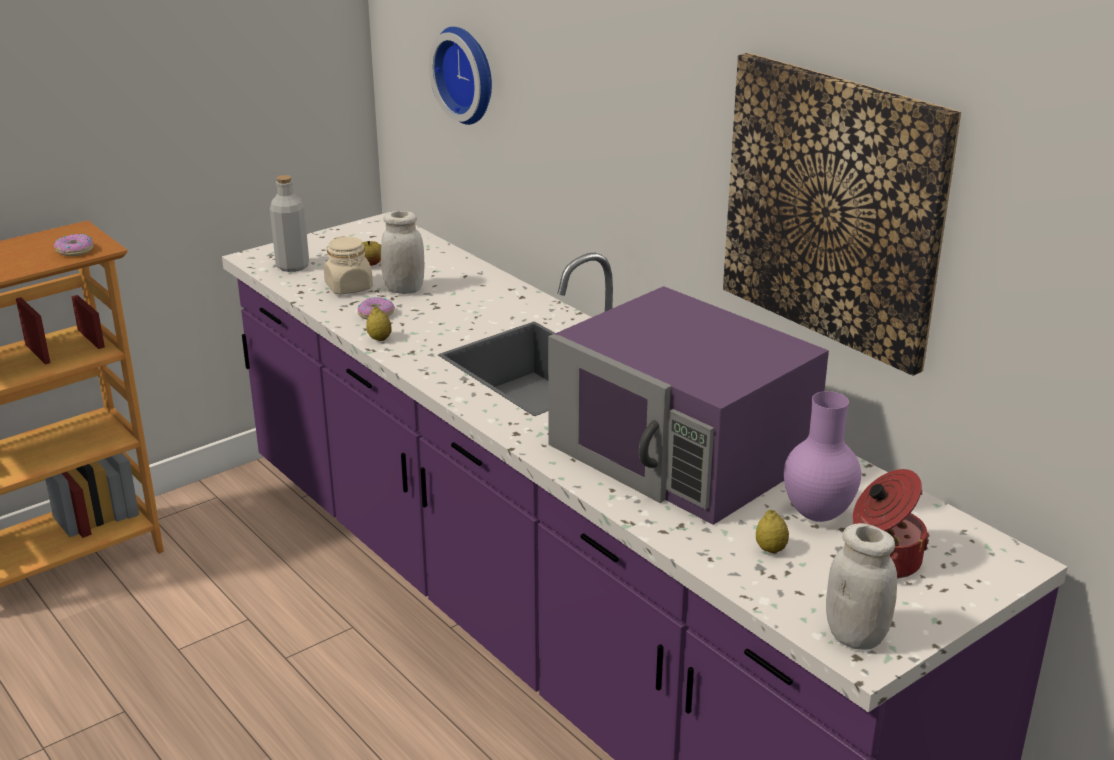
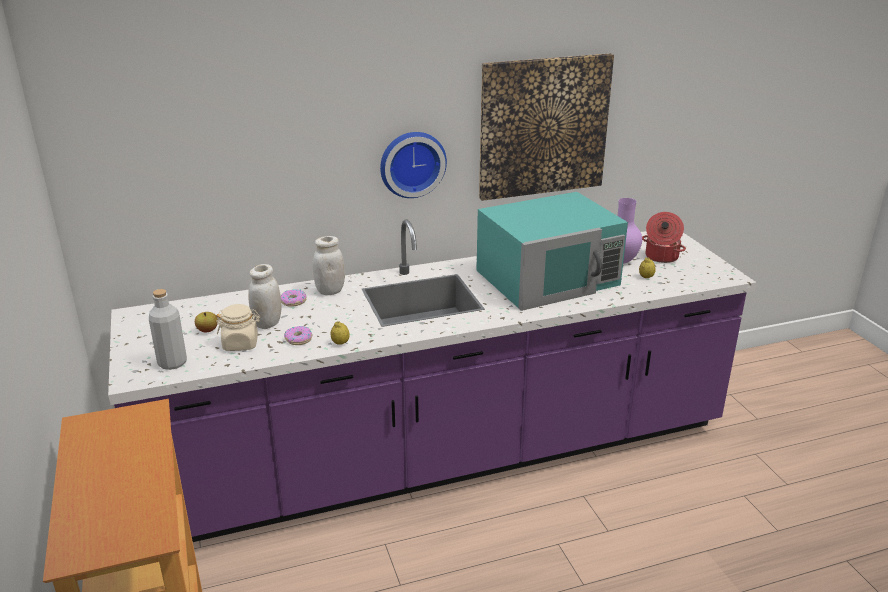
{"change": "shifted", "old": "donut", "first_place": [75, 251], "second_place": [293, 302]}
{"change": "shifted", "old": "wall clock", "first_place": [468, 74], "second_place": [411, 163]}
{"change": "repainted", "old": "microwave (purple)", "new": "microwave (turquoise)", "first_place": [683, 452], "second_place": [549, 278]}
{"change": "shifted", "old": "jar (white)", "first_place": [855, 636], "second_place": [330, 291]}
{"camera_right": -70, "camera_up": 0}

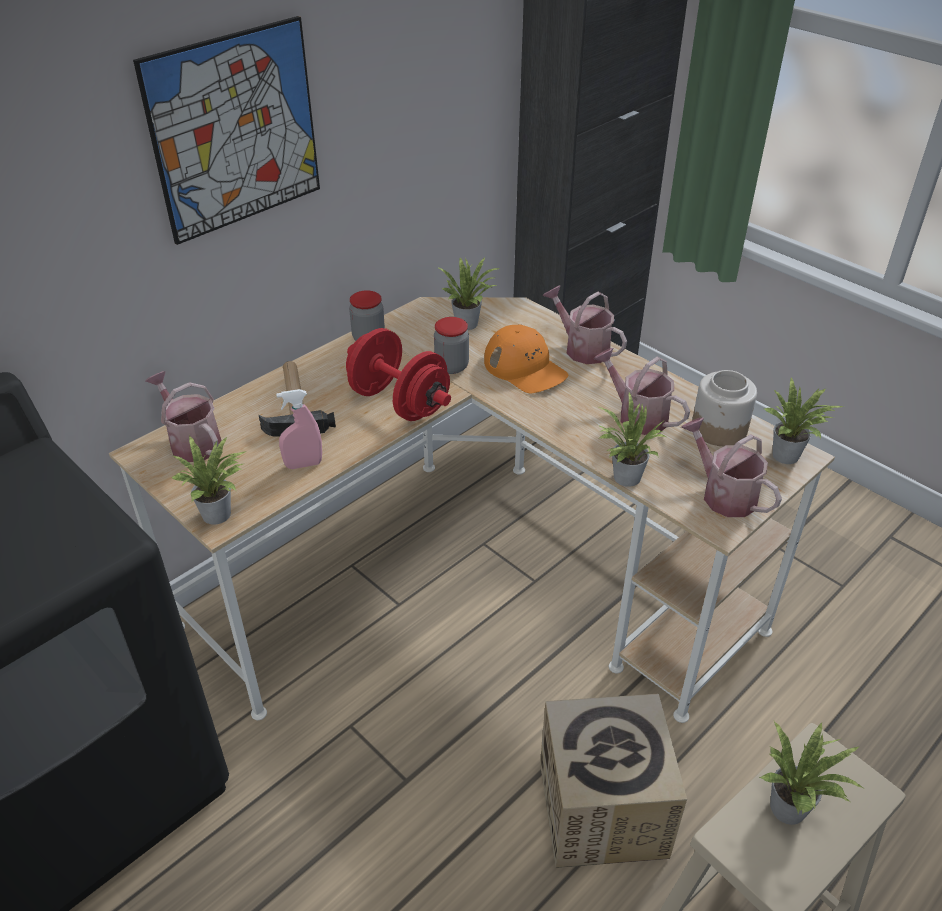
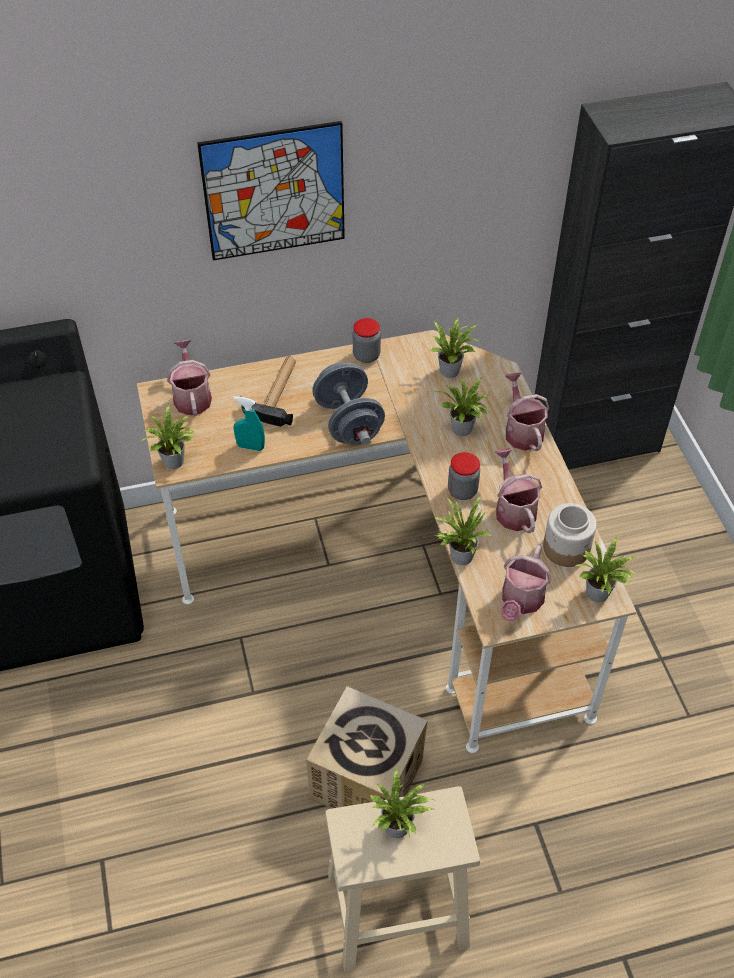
{"change": "repainted", "old": "spray bottle (pink)", "new": "spray bottle (turquoise)", "first_place": [303, 464], "second_place": [250, 447]}
{"change": "repainted", "old": "dumbbell (red)", "new": "dumbbell (grey)", "first_place": [399, 402], "second_place": [348, 422]}
{"change": "shifted", "old": "jar", "first_place": [451, 366], "second_place": [462, 491]}
{"change": "swapped", "old": "cap (orange)", "new": "potted plant", "first_place": [525, 368], "second_place": [462, 431]}
{"change": "rotated", "old": "watering can", "first_place": [723, 494], "second_place": [520, 601], "degrees": -150}
{"camera_right": 30, "camera_up": 10}

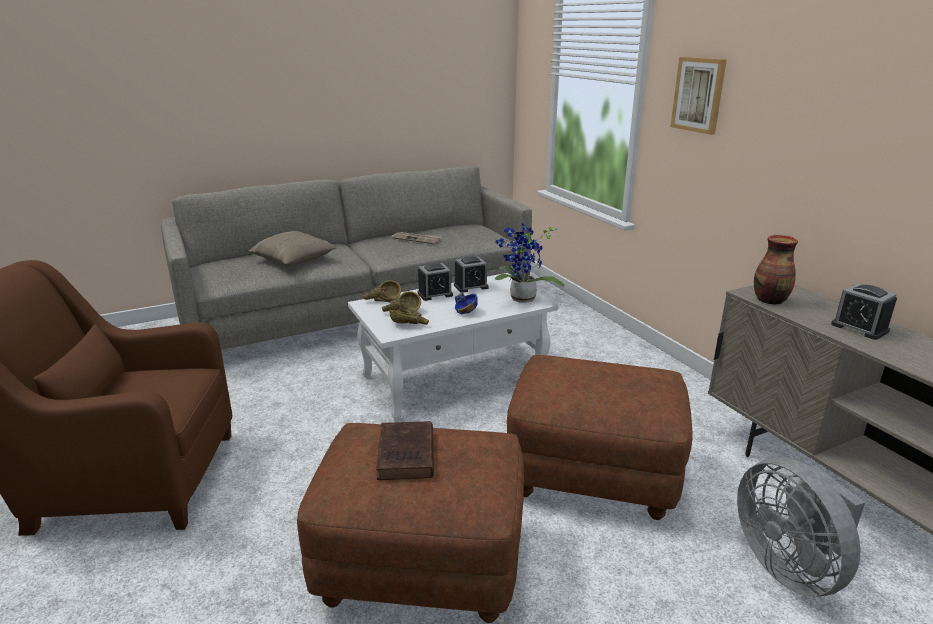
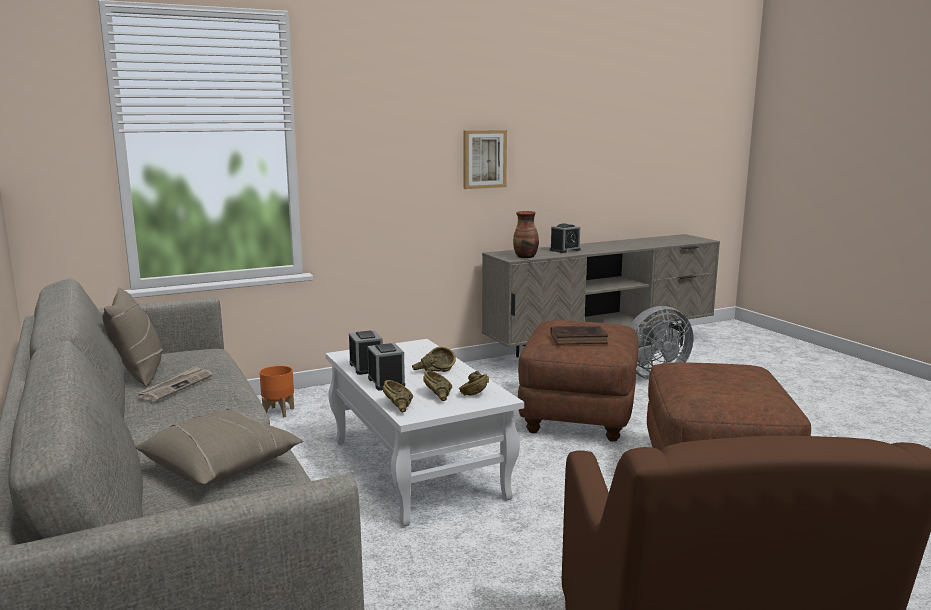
{"change": "shifted", "old": "book (brown)", "first_place": [406, 456], "second_place": [580, 339]}
{"change": "repainted", "old": "bowl (blue)", "new": "bowl (brown)", "first_place": [462, 309], "second_place": [434, 370]}
{"change": "gone", "old": "potted plant", "first_place": [521, 300]}
{"change": "shifted", "old": "picture", "first_place": [698, 95], "second_place": [484, 159]}
{"change": "new", "new": "pillow (beige)", "second_place": [139, 373]}
{"change": "new", "new": "planter (orange)", "second_place": [279, 412]}
{"camera_right": -90, "camera_up": -10}

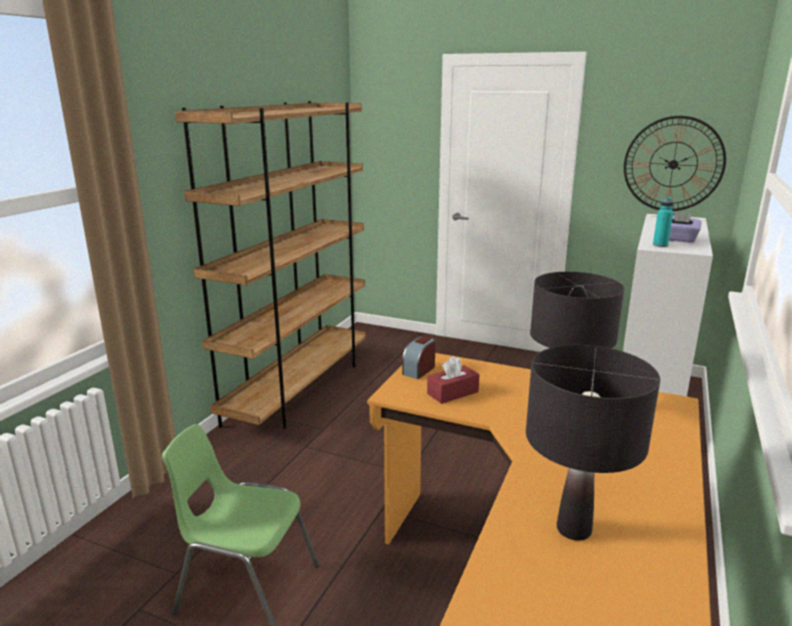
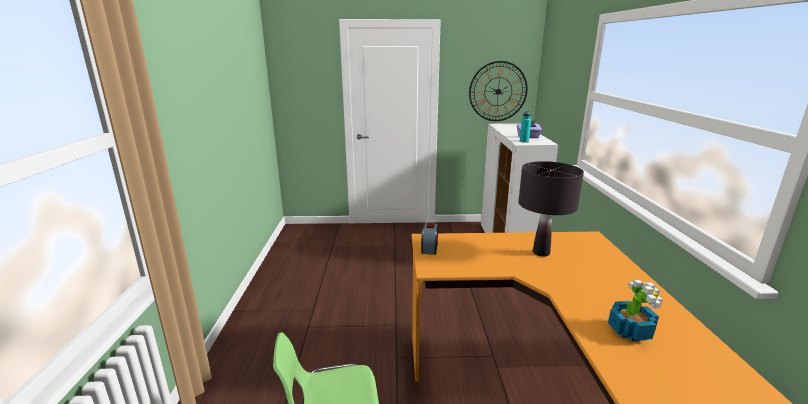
{"change": "gone", "old": "bookcase (brown)", "first_place": [299, 389]}
{"change": "gone", "old": "tissue box (red)", "first_place": [452, 393]}
{"change": "swapped", "old": "table lamp (black)", "new": "potted plant", "first_place": [574, 529], "second_place": [630, 331]}
{"camera_right": -25, "camera_up": 0}

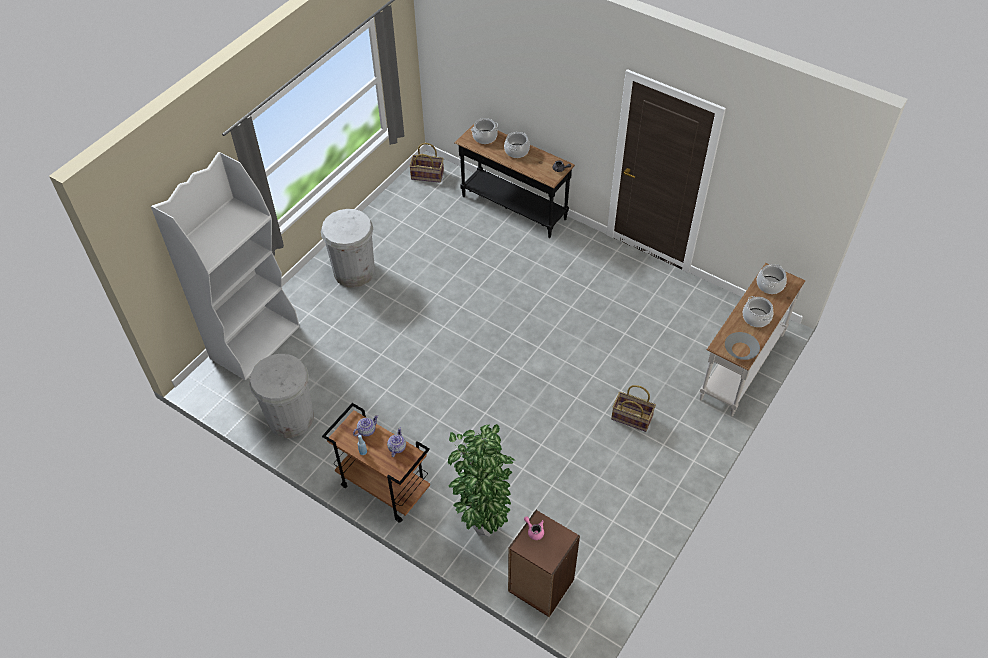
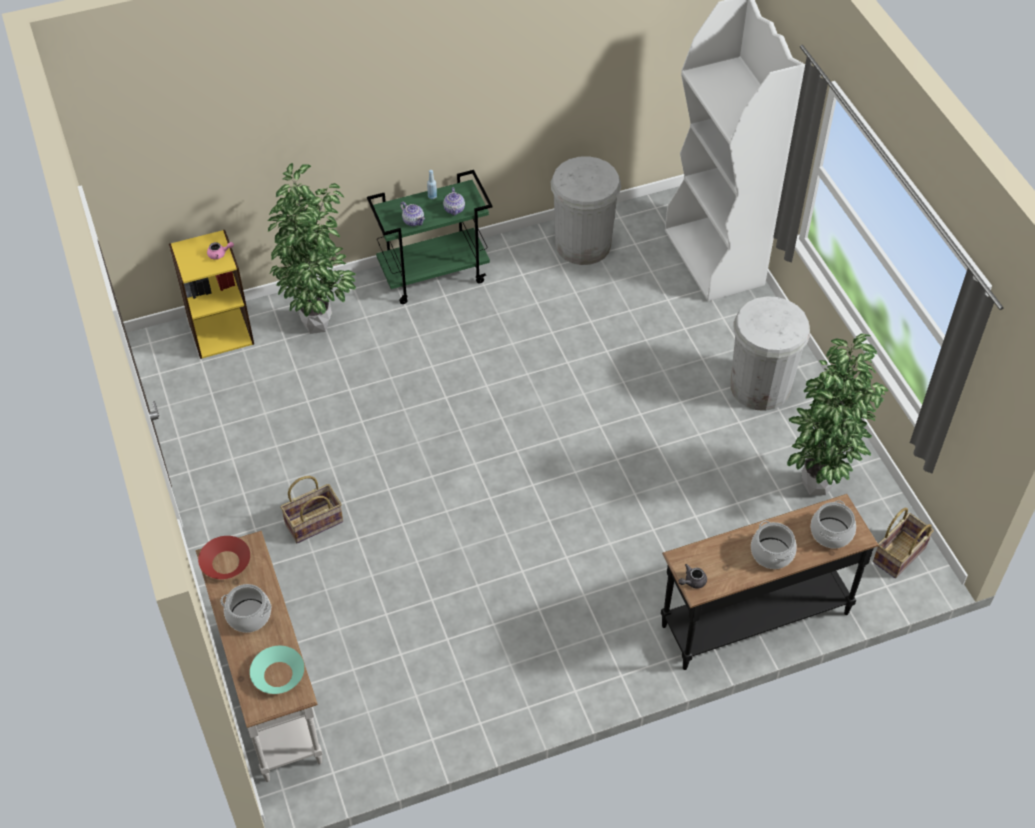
{"change": "repainted", "old": "cart (brown)", "new": "cart (green)", "first_place": [383, 488], "second_place": [434, 274]}
{"change": "repainted", "old": "bookcase (brown)", "new": "bookcase (yellow)", "first_place": [540, 586], "second_place": [221, 332]}
{"change": "repainted", "old": "bowl (grey)", "new": "bowl (red)", "first_place": [740, 349], "second_place": [225, 562]}
{"change": "swapped", "old": "cooking pot", "new": "bowl (turquoise)", "first_place": [770, 285], "second_place": [278, 674]}
{"change": "new", "new": "potted plant", "second_place": [817, 489]}
{"camera_right": 125, "camera_up": 0}

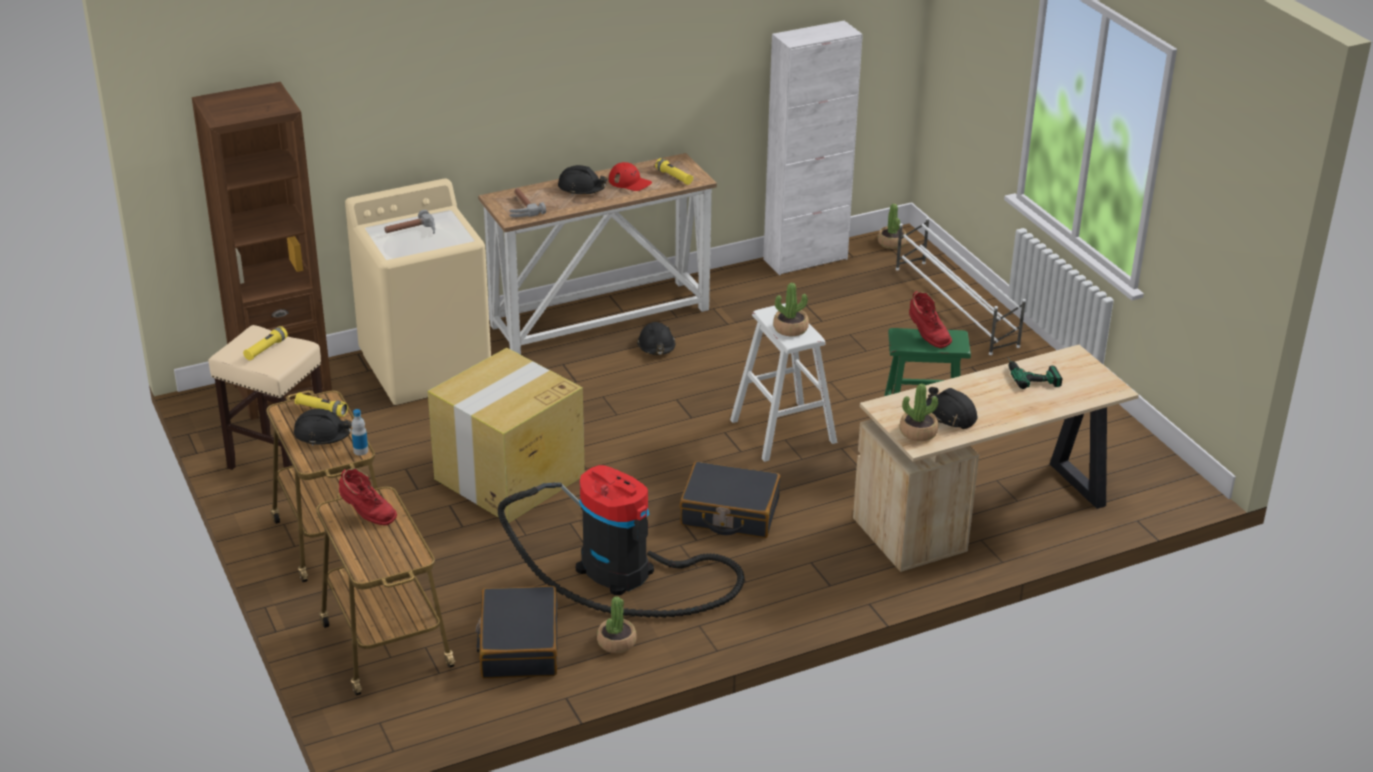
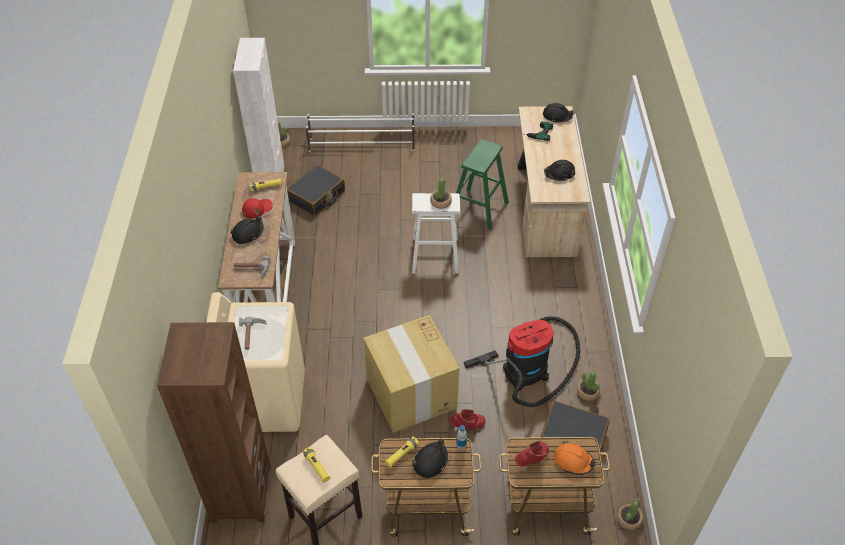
{"change": "shifted", "old": "hard hat (black)", "first_place": [656, 346], "second_place": [557, 116]}
{"change": "shifted", "old": "suitcase (black)", "first_place": [729, 512], "second_place": [317, 196]}
{"change": "shifted", "old": "potted plant", "first_place": [918, 432], "second_place": [628, 519]}
{"change": "shifted", "old": "boot (red)", "first_place": [927, 336], "second_place": [467, 426]}
{"change": "new", "new": "hard hat (orange)", "second_place": [573, 461]}
{"camera_right": -65, "camera_up": 15}

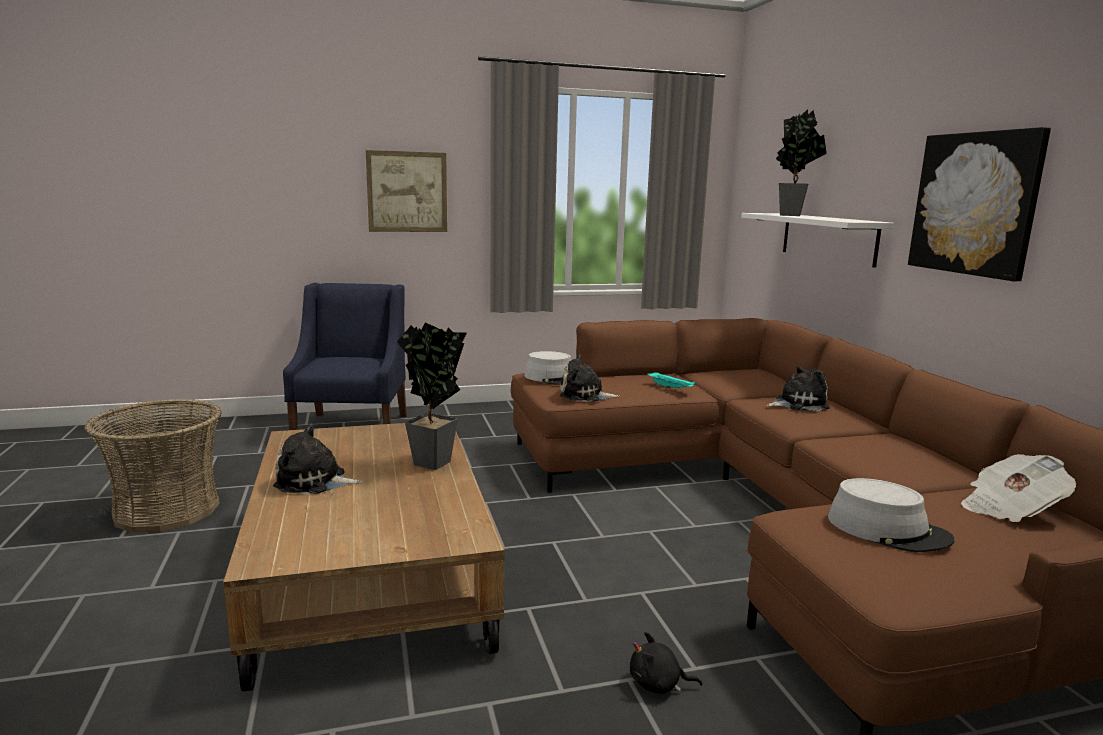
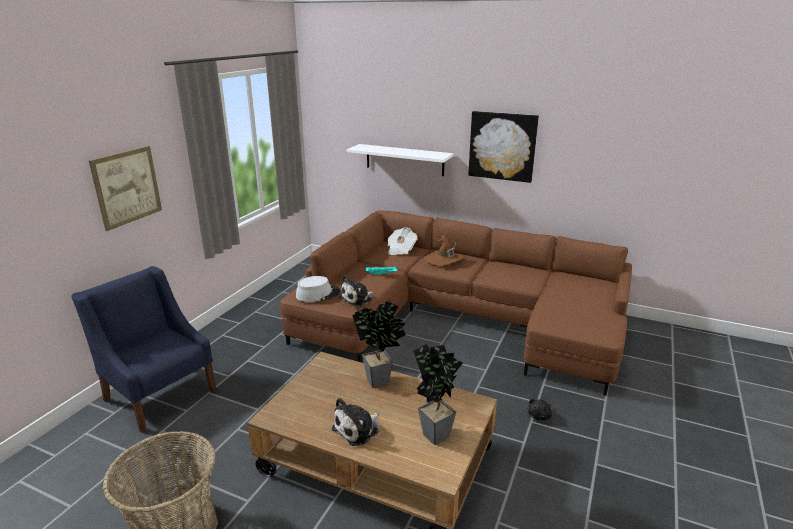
{"change": "swapped", "old": "plush toy", "new": "hat (brown)", "first_place": [798, 404], "second_place": [443, 260]}
{"change": "shifted", "old": "potted plant", "first_place": [792, 215], "second_place": [435, 432]}
{"change": "gone", "old": "hat (grey)", "first_place": [888, 530]}
{"change": "shifted", "old": "newspaper", "first_place": [1009, 509], "second_place": [400, 249]}
{"camera_right": -50, "camera_up": 10}

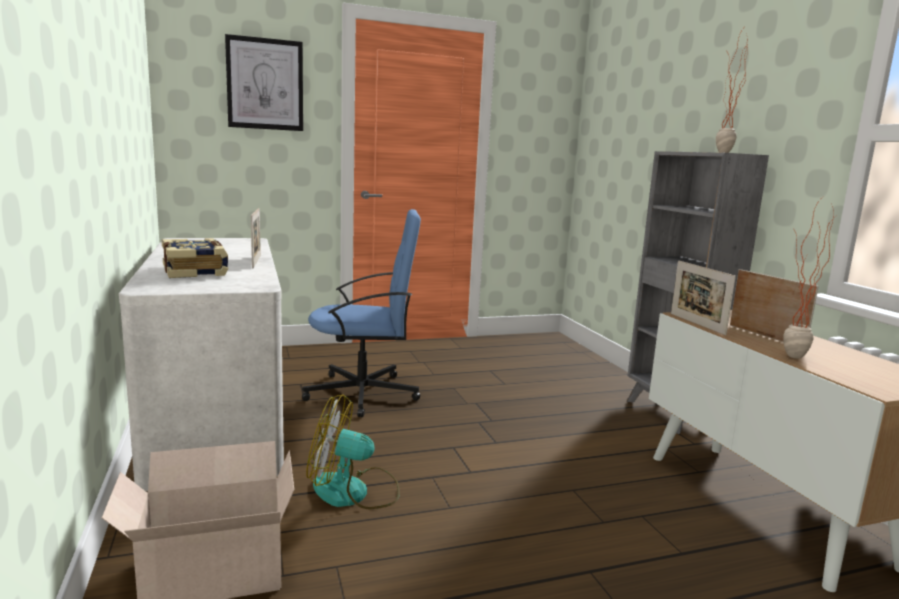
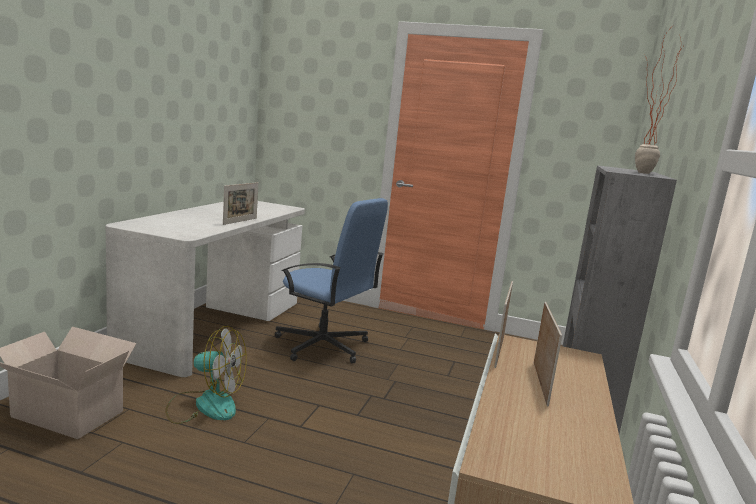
{"change": "gone", "old": "book", "first_place": [196, 271]}
{"change": "gone", "old": "picture", "first_place": [265, 84]}
{"change": "rotated", "old": "fan", "first_place": [353, 492], "second_place": [205, 405], "degrees": 150}
{"change": "gone", "old": "potted plant", "first_place": [789, 358]}
{"camera_right": 35, "camera_up": 0}

